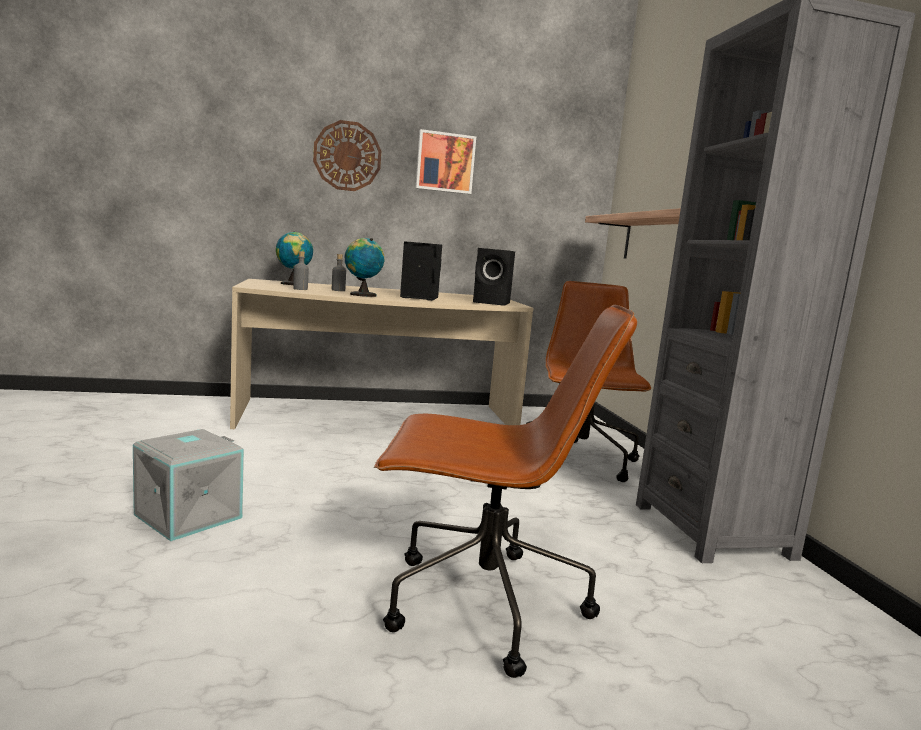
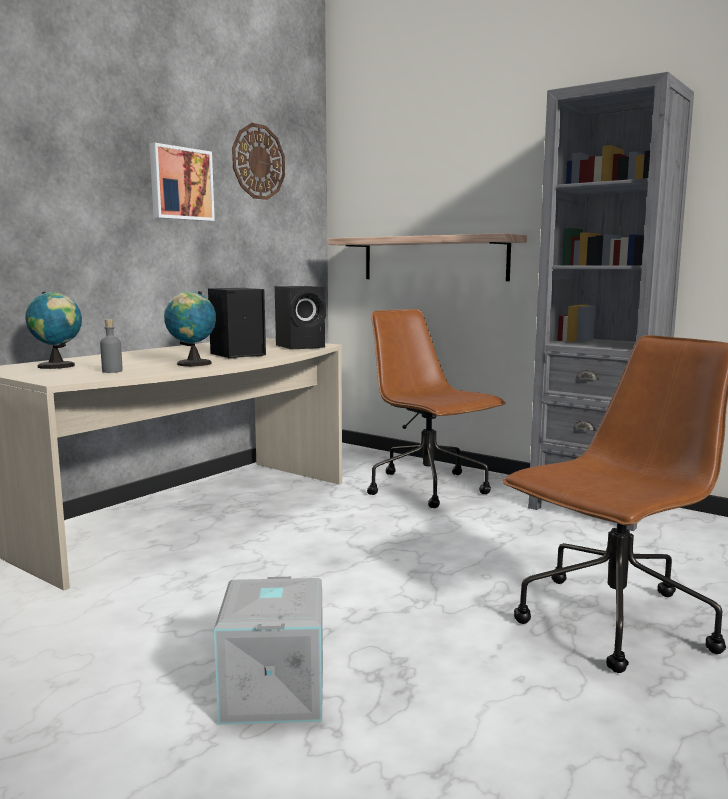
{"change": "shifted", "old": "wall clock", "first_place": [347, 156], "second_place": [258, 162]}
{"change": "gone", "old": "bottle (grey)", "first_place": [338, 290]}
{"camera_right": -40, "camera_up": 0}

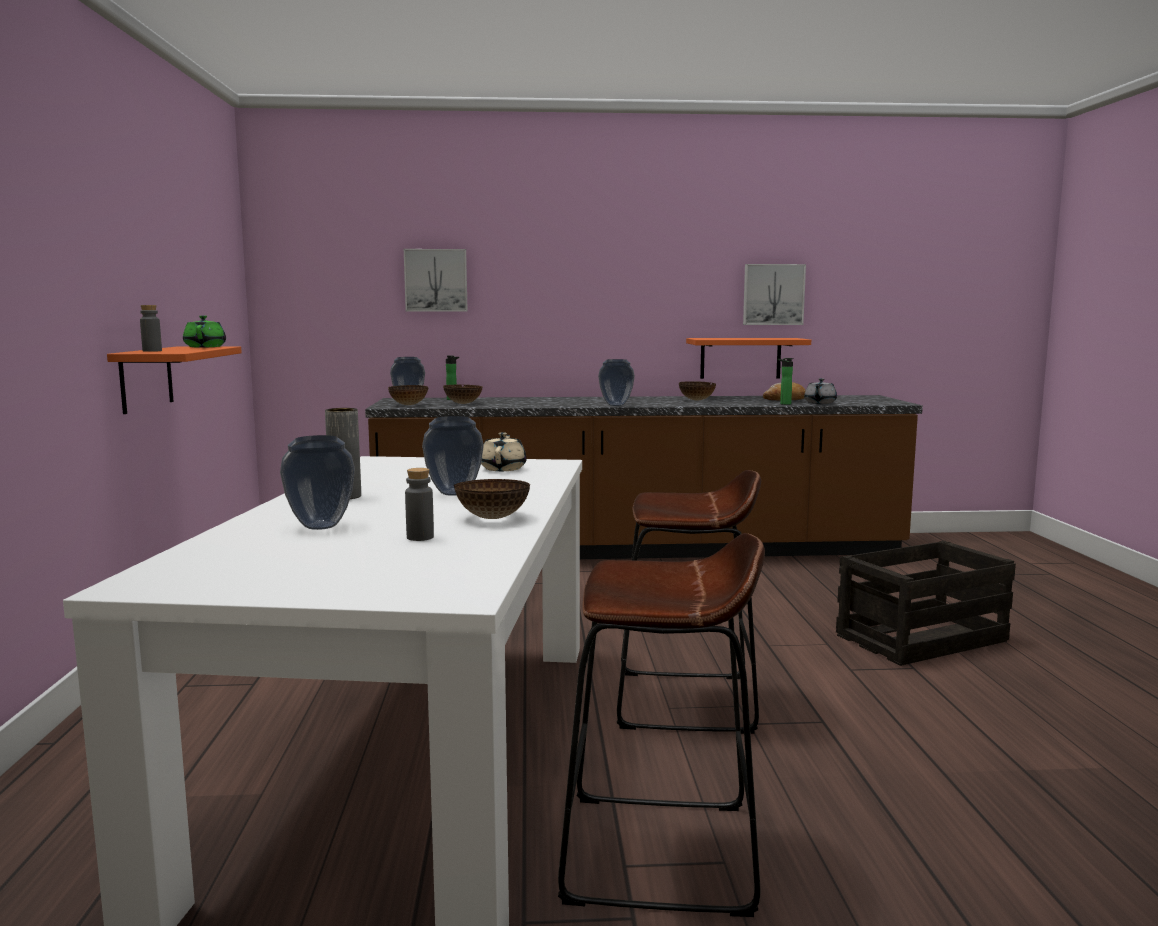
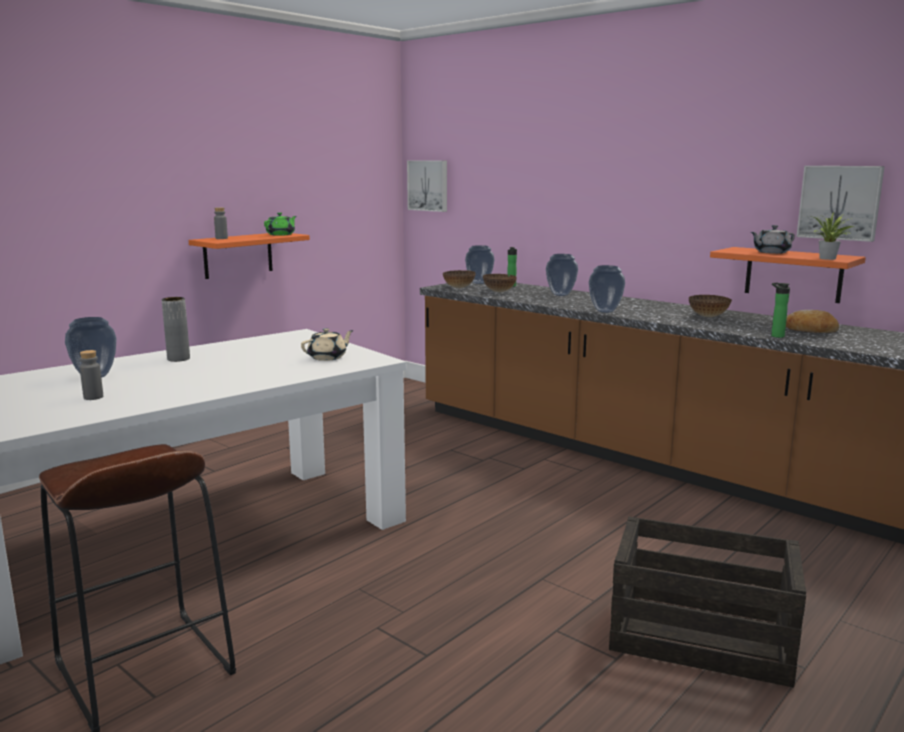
{"change": "shifted", "old": "picture", "first_place": [436, 280], "second_place": [428, 185]}
{"change": "shifted", "old": "vase", "first_place": [454, 493], "second_place": [561, 295]}
{"change": "gone", "old": "bowl", "first_place": [493, 518]}
{"change": "gone", "old": "stool (brown)", "first_place": [685, 702]}
{"change": "shifted", "old": "teapot (grey)", "first_place": [819, 403], "second_place": [771, 252]}
{"change": "new", "new": "potted plant", "second_place": [828, 259]}
{"camera_right": 45, "camera_up": 5}

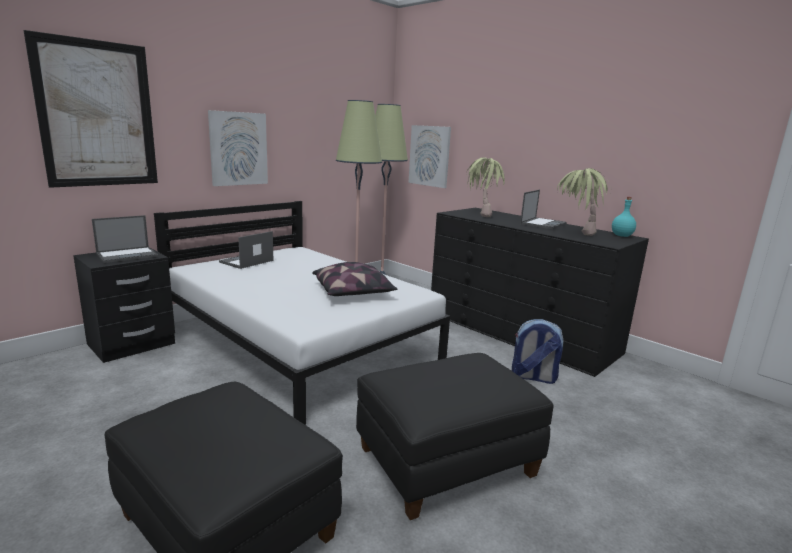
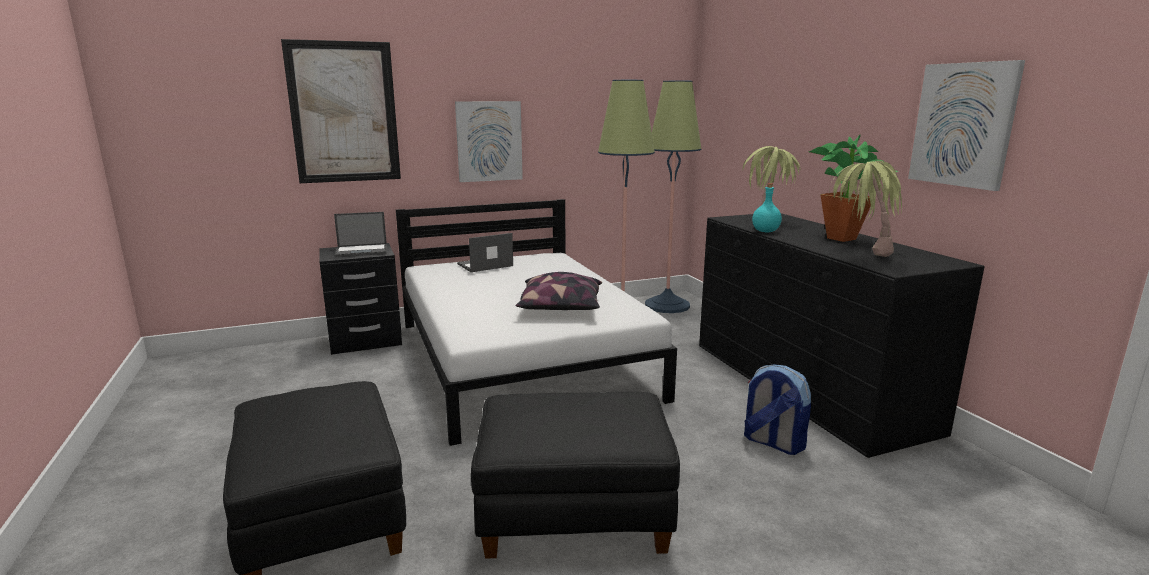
{"change": "shifted", "old": "picture", "first_place": [429, 156], "second_place": [963, 125]}
{"change": "swapped", "old": "laptop", "new": "potted plant", "first_place": [543, 224], "second_place": [838, 237]}
{"change": "shifted", "old": "bottle (turquoise)", "first_place": [622, 236], "second_place": [766, 231]}
{"camera_right": 25, "camera_up": 0}

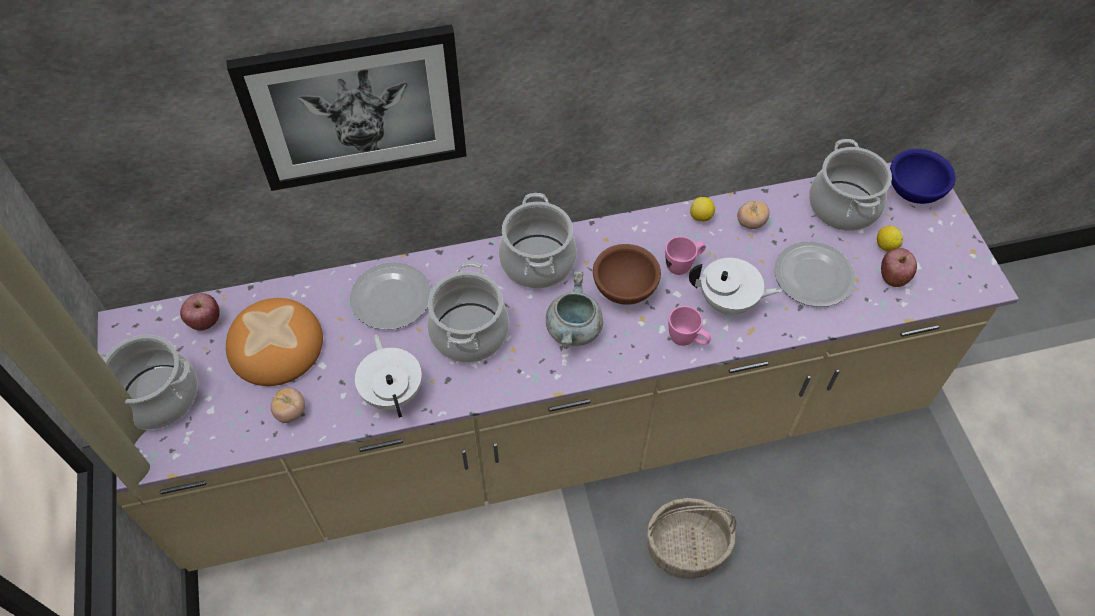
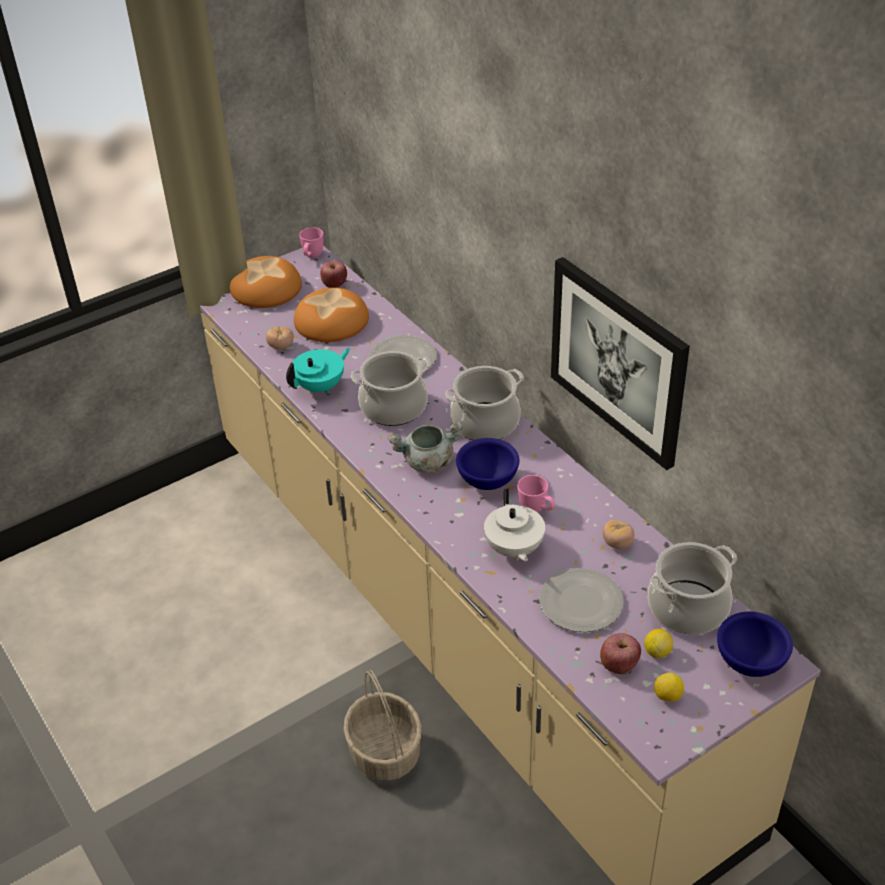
{"change": "swapped", "old": "cooking pot", "new": "bread", "first_place": [159, 396], "second_place": [266, 289]}
{"change": "shifted", "old": "picture", "first_place": [355, 108], "second_place": [618, 361]}
{"change": "repainted", "old": "teapot (white)", "new": "teapot (turquoise)", "first_place": [393, 391], "second_place": [321, 387]}
{"change": "repainted", "old": "bowl (brown)", "new": "bowl (blue)", "first_place": [625, 289], "second_place": [488, 481]}
{"change": "shifted", "old": "mug (pink)", "first_place": [687, 340], "second_place": [312, 257]}
{"change": "shifted", "old": "lemon", "first_place": [701, 217], "second_place": [667, 696]}
{"camera_right": 70, "camera_up": -15}

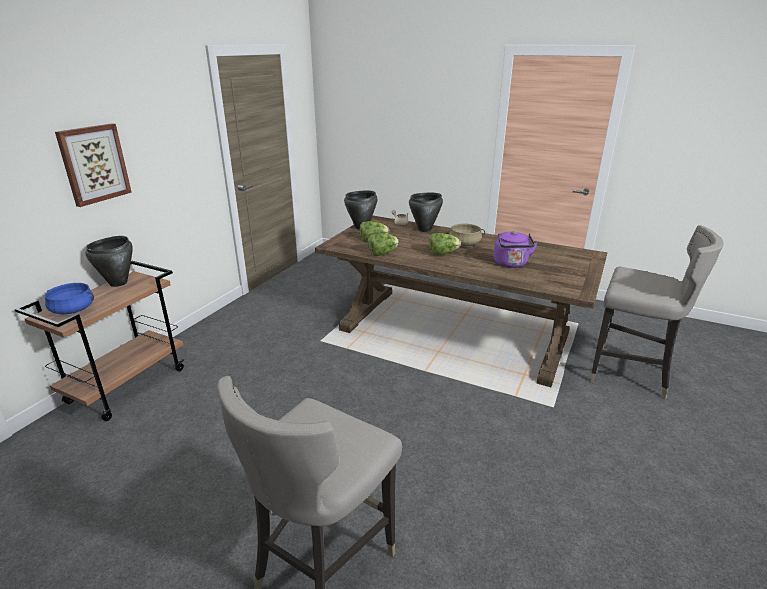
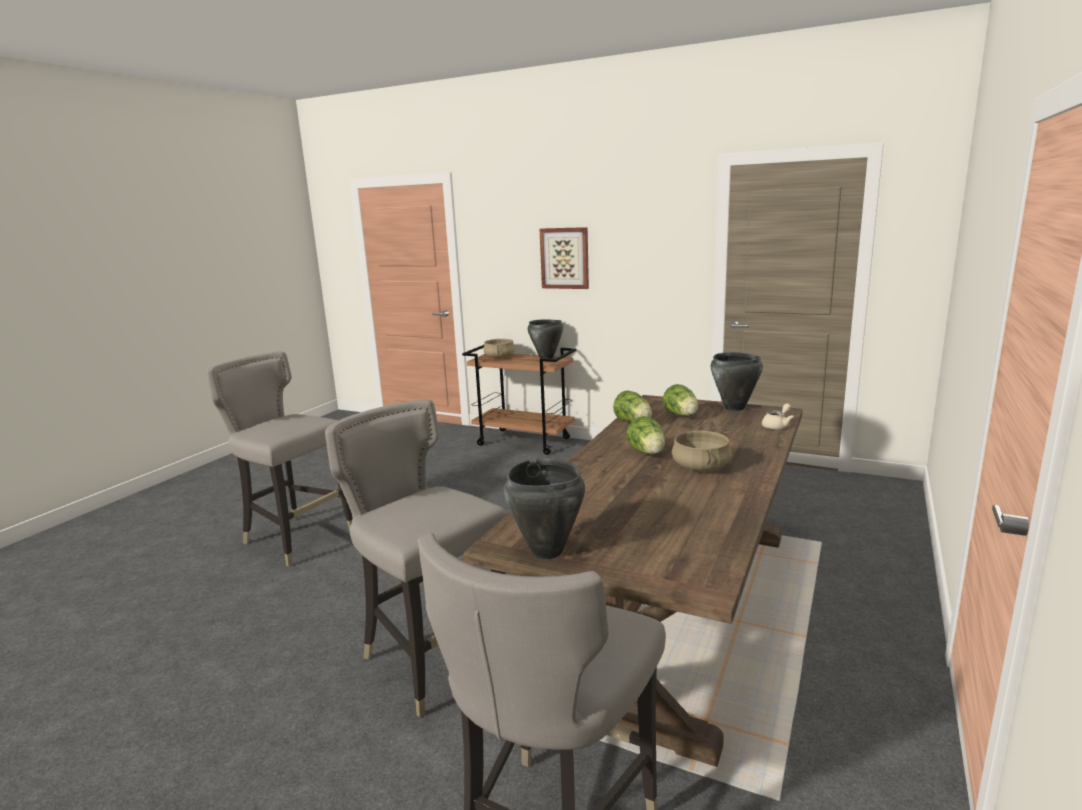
{"change": "repainted", "old": "cooking pot (blue)", "new": "cooking pot (beige)", "first_place": [73, 309], "second_place": [500, 357]}
{"change": "shifted", "old": "cooking pot (black)", "first_place": [425, 229], "second_place": [546, 551]}
{"change": "gone", "old": "kettle (purple)", "first_place": [511, 264]}
{"change": "new", "new": "stool (grey)", "second_place": [433, 659]}
{"camera_right": 90, "camera_up": -10}

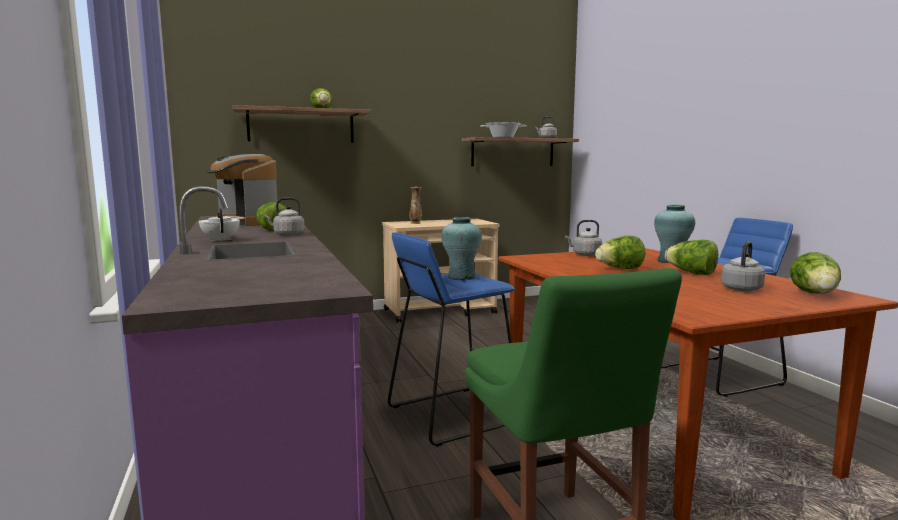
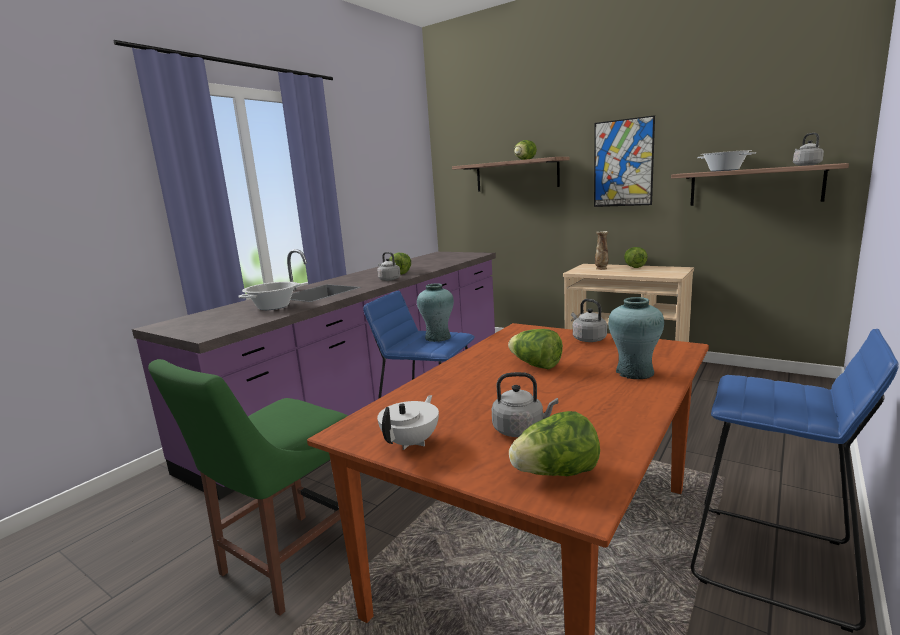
{"change": "shifted", "old": "teapot (white)", "first_place": [221, 240], "second_place": [412, 442]}
{"change": "gone", "old": "coffee machine", "first_place": [246, 222]}
{"change": "shifted", "old": "lettuce", "first_place": [691, 273], "second_place": [633, 266]}
{"change": "new", "new": "cooking pot", "second_place": [273, 307]}
{"change": "new", "new": "picture", "second_place": [623, 163]}
{"camera_right": 55, "camera_up": 5}

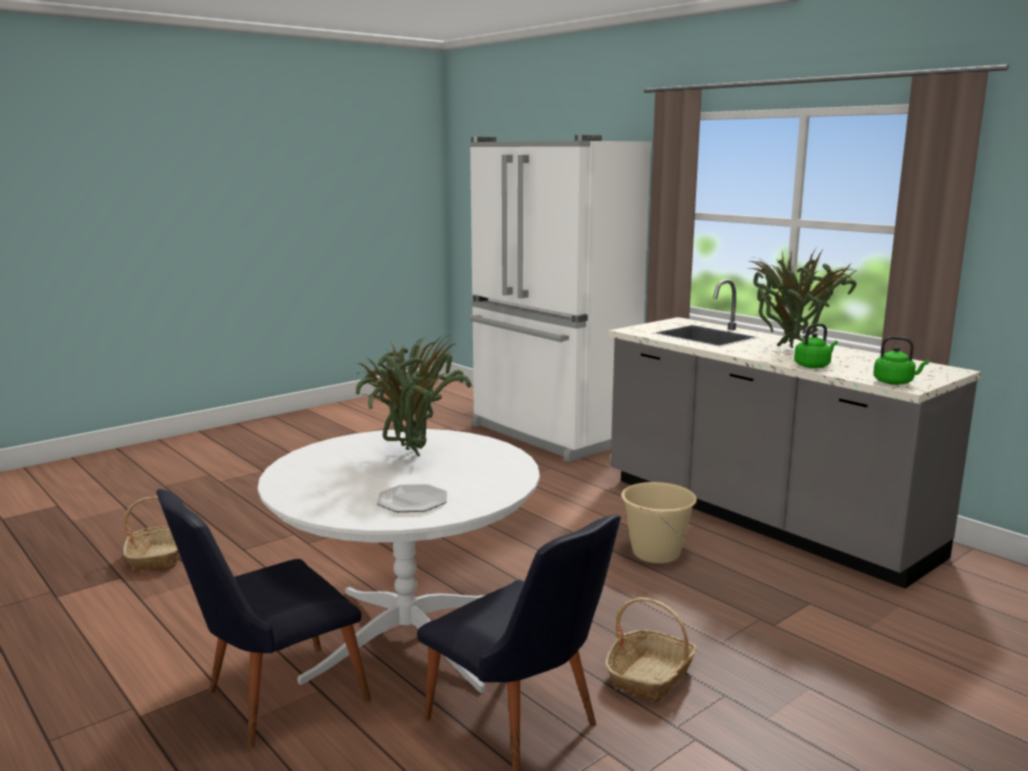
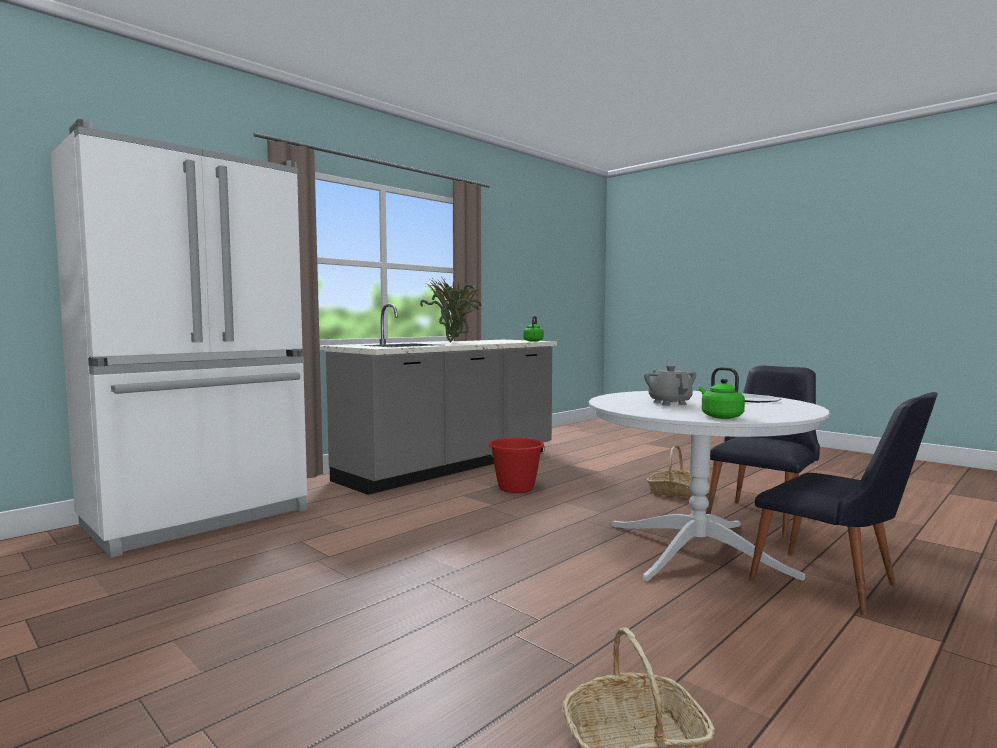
{"change": "swapped", "old": "potted plant", "new": "teapot (grey)", "first_place": [410, 457], "second_place": [669, 403]}
{"change": "repainted", "old": "bucket (beige)", "new": "bucket (red)", "first_place": [655, 553], "second_place": [516, 488]}
{"change": "shifted", "old": "kettle (green)", "first_place": [813, 366], "second_place": [720, 416]}
{"camera_right": -95, "camera_up": -10}

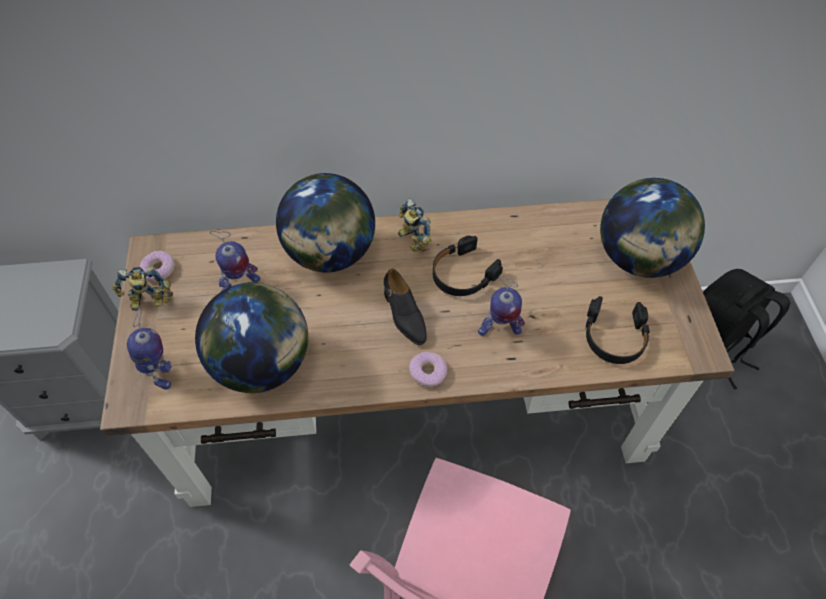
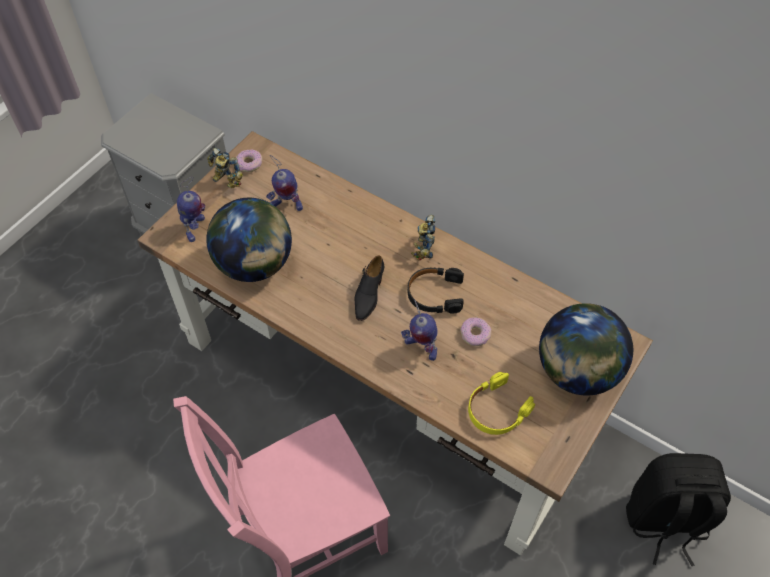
{"change": "gone", "old": "globe", "first_place": [330, 253]}
{"change": "shifted", "old": "donut", "first_place": [428, 372], "second_place": [475, 334]}
{"change": "repainted", "old": "headphones (black)", "new": "headphones (yellow)", "first_place": [614, 336], "second_place": [496, 410]}
{"camera_right": 40, "camera_up": 0}

